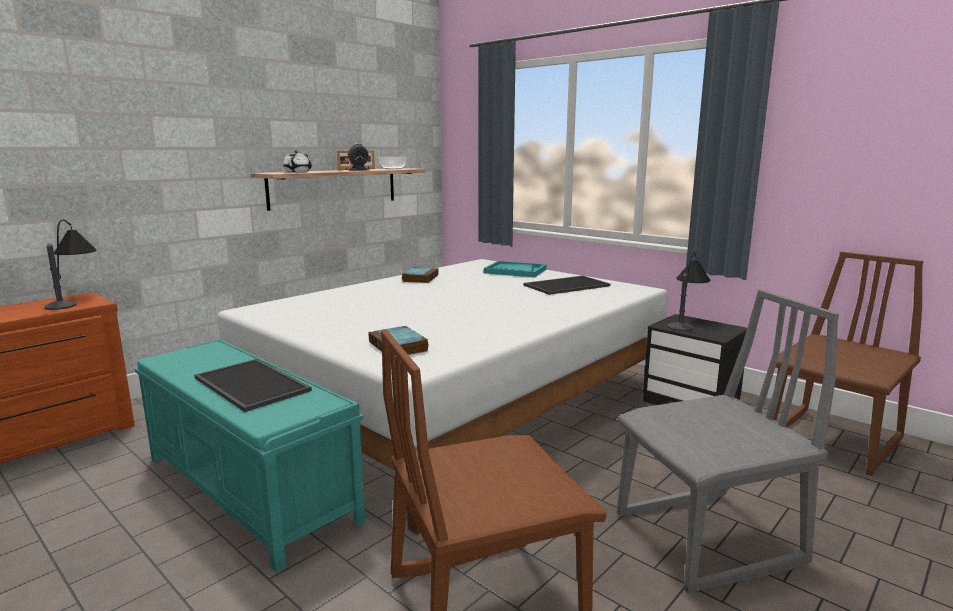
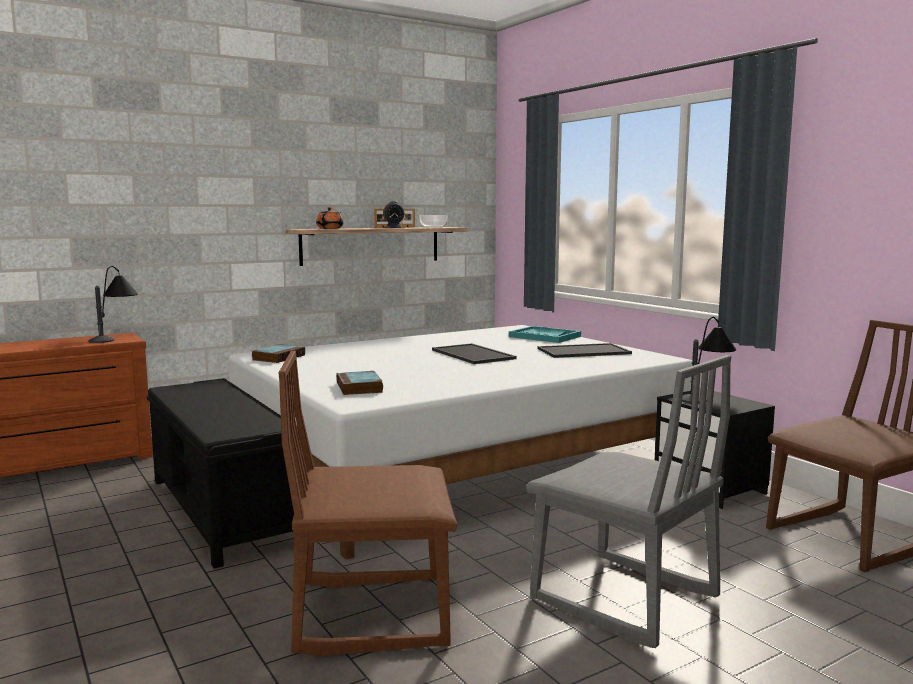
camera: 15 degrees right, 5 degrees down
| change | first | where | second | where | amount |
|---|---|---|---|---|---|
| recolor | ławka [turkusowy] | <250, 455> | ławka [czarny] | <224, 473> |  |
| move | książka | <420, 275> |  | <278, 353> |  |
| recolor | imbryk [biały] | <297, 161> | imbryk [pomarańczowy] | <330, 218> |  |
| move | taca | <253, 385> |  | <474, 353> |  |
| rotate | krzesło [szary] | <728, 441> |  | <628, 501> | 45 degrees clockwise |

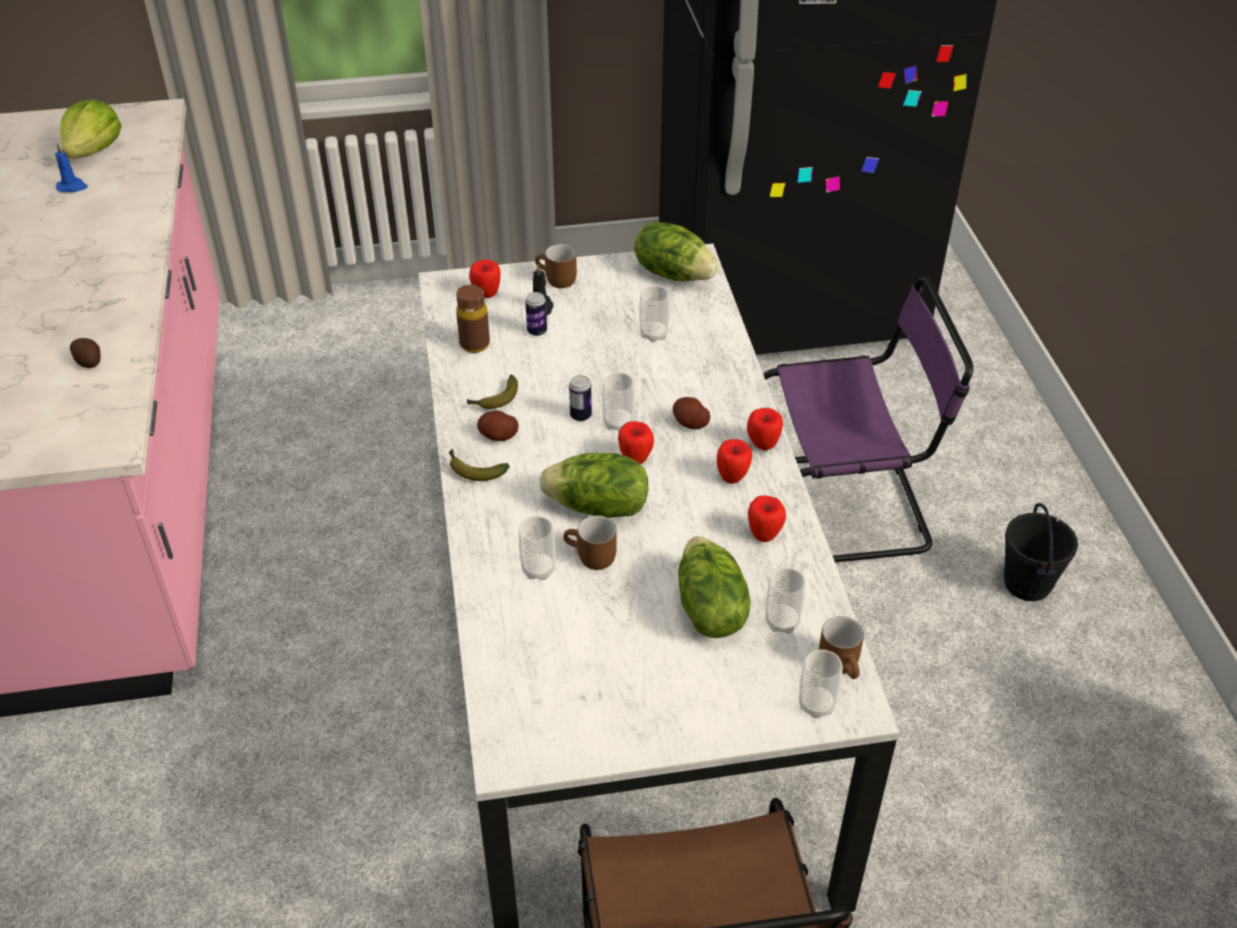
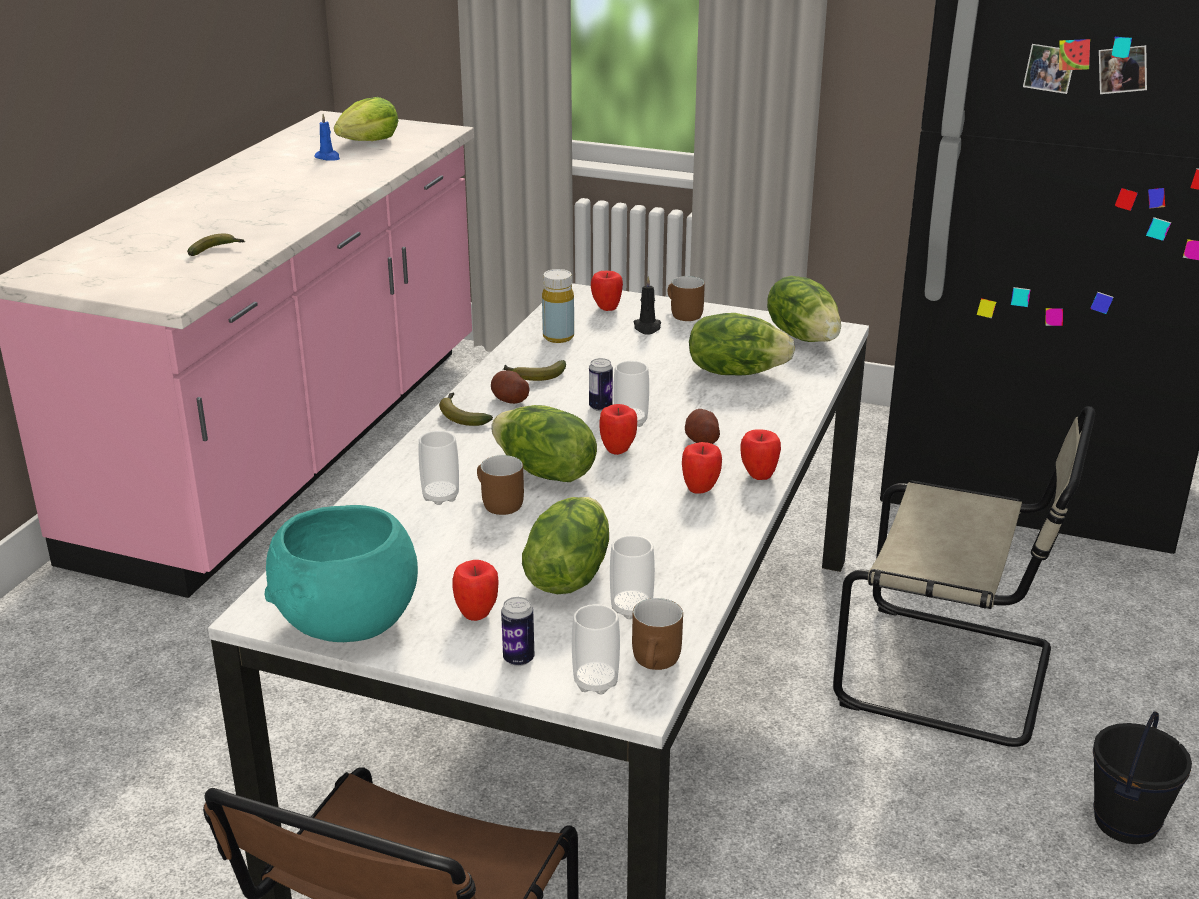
camera: 30 degrees right, 15 degrees down
| change | first | where | second | where | amount |
|---|---|---|---|---|---|
| replace | ziemniak | <85, 353> | banan | <216, 245> |  |
| insert |  |  | miska [turkusowy] | <341, 573> |  |
| move | jabłko | <767, 518> |  | <475, 590> |  |
| move | puszka | <536, 314> |  | <517, 631> |  |
| recolor | butelka [brązowy] | <473, 318> | butelka [żółty] | <558, 306> |  |
| replace | filiżanka | <654, 314> | sałata | <742, 344> |  |
| recolor | krzesło [fioletowy] | <868, 419> | krzesło [beżowy] | <964, 576> |  |

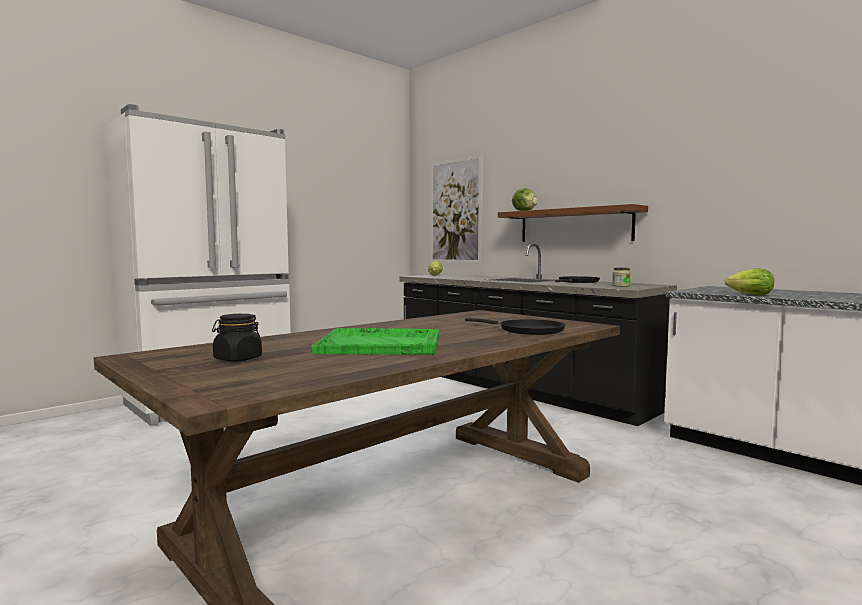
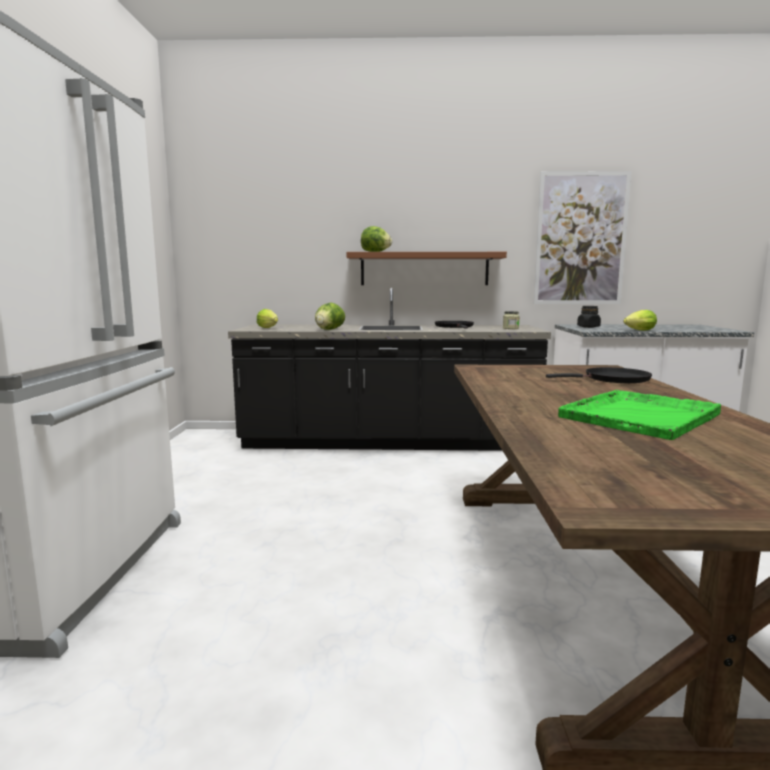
camera: 45 degrees left, 5 degrees up
| change | first | where | second | where | amount |
|---|---|---|---|---|---|
| insert |  |  | sałata | <330, 316> |  |
| move | obraz | <456, 209> |  | <582, 237> |  |
| move | słoik [czarny] | <237, 338> |  | <589, 317> |  |

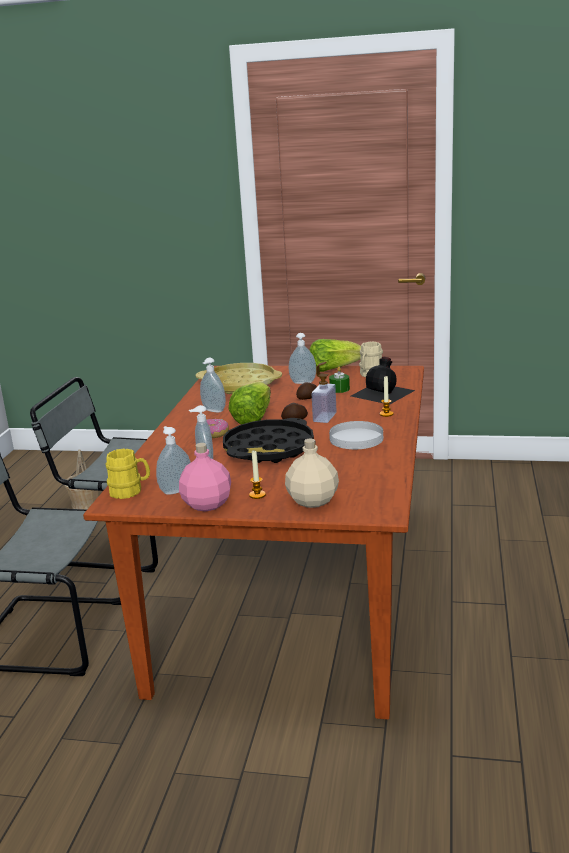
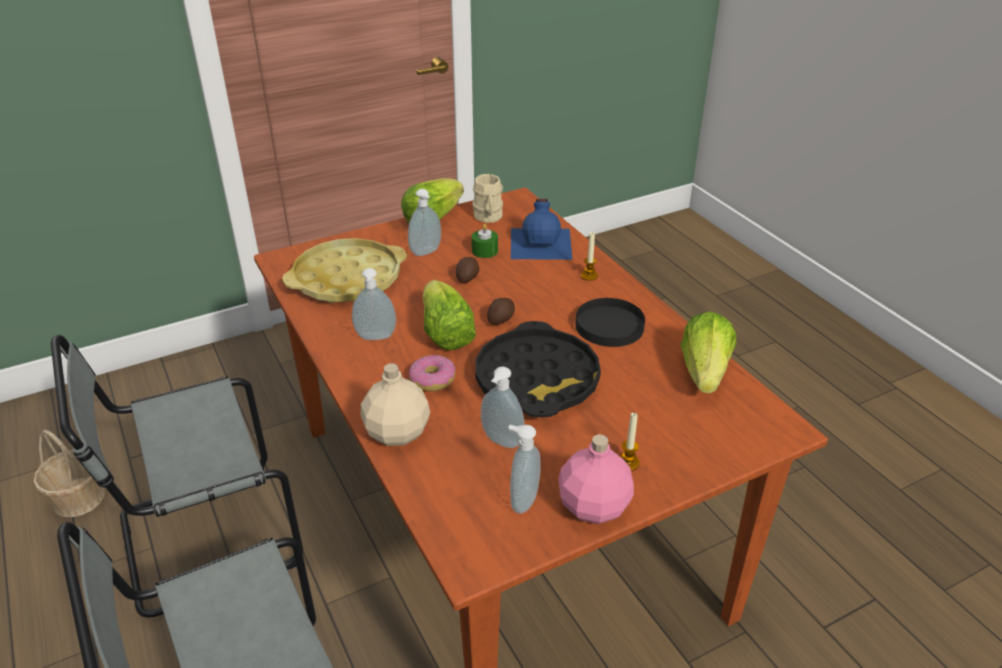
camera: 40 degrees left, 15 degrees up
| change | first | where | second | where | amount |
|---|---|---|---|---|---|
| move | butelka [beżowy] | <312, 473> |  | <395, 404> |  |
| recolor | butelka [czarny] | <383, 380> | butelka [niebieski] | <542, 229> |  |
| recolor | talerz [biały] | <356, 435> | talerz [czarny] | <610, 322> |  |
| insert |  |  | sałata | <708, 352> |  |
| delete | kubek [żółty] | <128, 473> |  |  |  |
| delete | dozownik mydła | <324, 392> |  |  |  |

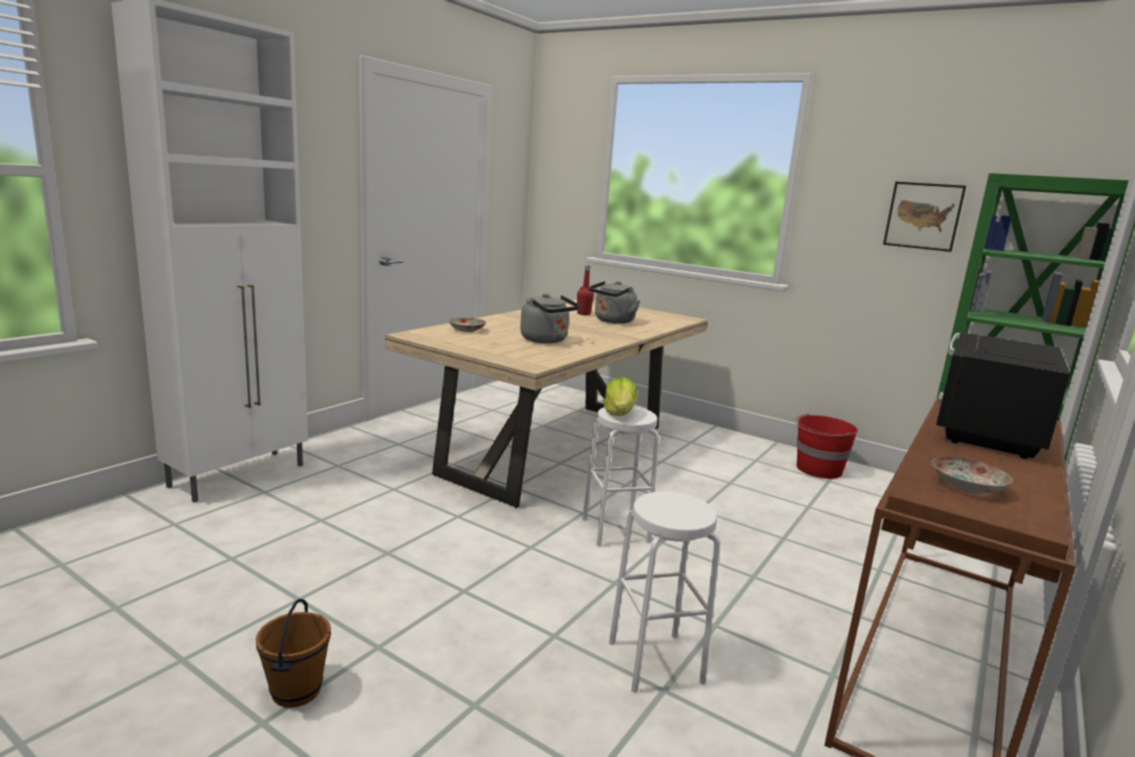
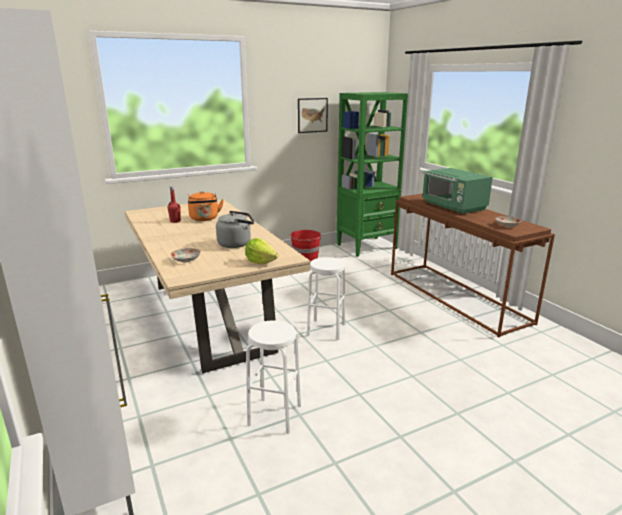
camera: 60 degrees left, 5 degrees up
| change | first | where | second | where | amount |
|---|---|---|---|---|---|
| recolor | czajnik [szary] | <614, 302> | czajnik [pomarańczowy] | <206, 206> |  |
| move | sałata | <620, 396> |  | <262, 251> |  |
| move | stołek [biały] | <664, 592> |  | <273, 377> |  |
| recolor | mikrofalówka [czarny] | <1003, 395> | mikrofalówka [zielony] | <457, 191> |  |
| delete | wiadro [brązowy] | <293, 653> |  |  |  |

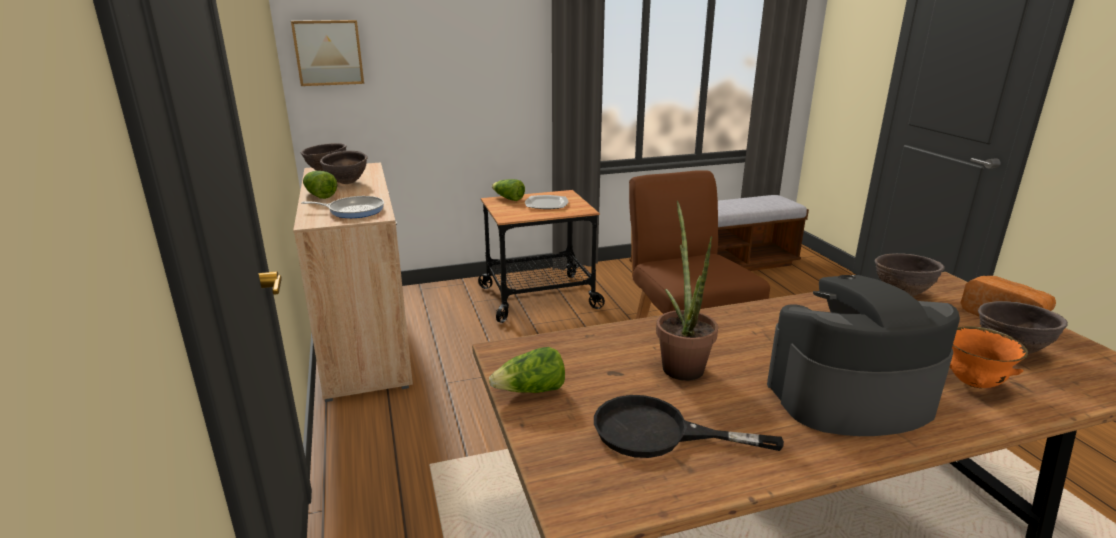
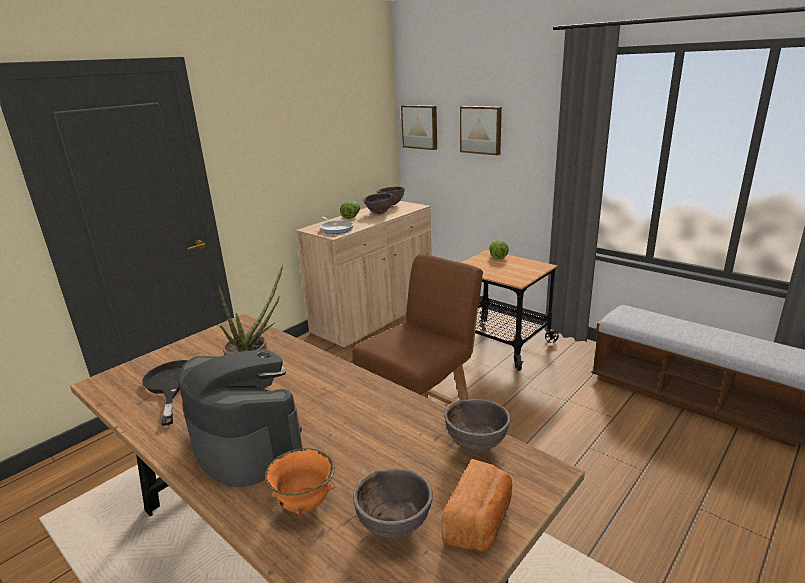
camera: 60 degrees right, 0 degrees up
| change | first | where | second | where | amount |
|---|---|---|---|---|---|
| insert |  |  | obraz | <481, 130> |  |
| delete | sałata | <527, 370> |  |  |  |
| delete | talerz | <546, 202> |  |  |  |

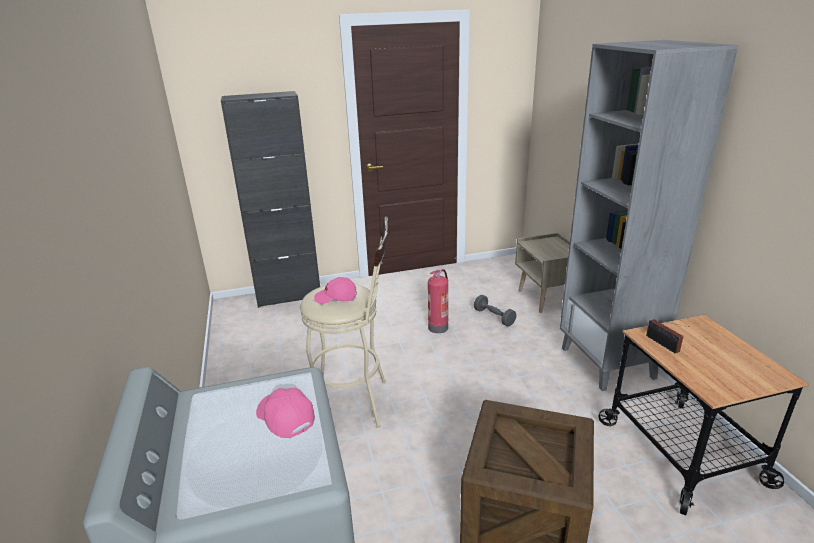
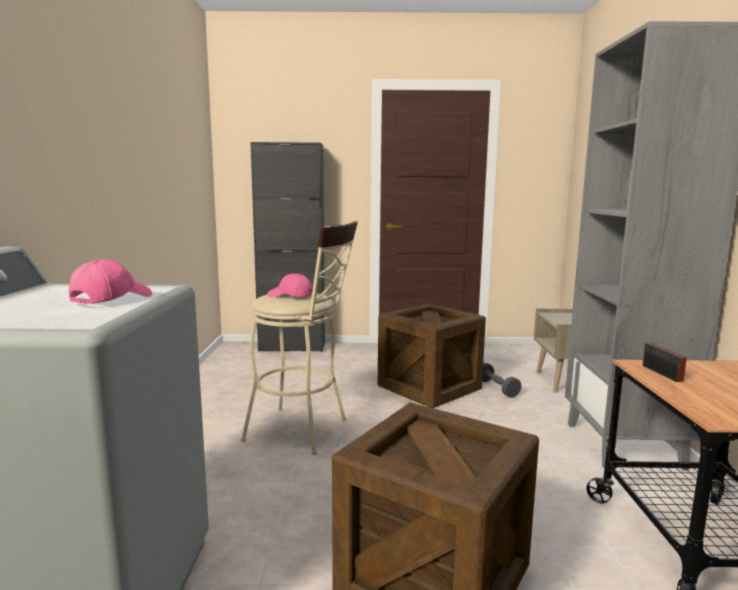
camera: 15 degrees right, 15 degrees down
| change | first | where | second | where | amount |
|---|---|---|---|---|---|
| rotate | czapka z daszkiem [różowy] | <285, 413> |  | <110, 281> | 45 degrees clockwise |
| replace | gaśnica | <438, 301> | skrzynka | <432, 356> |  |

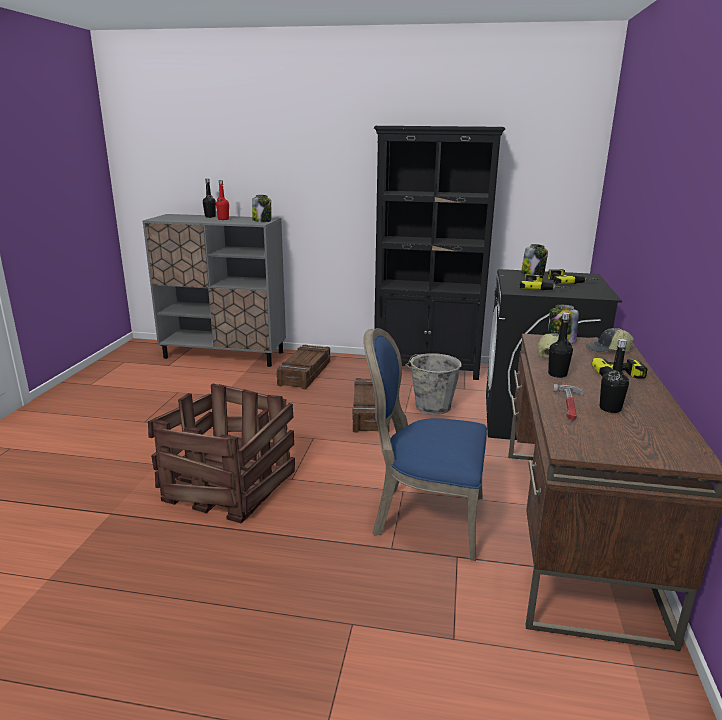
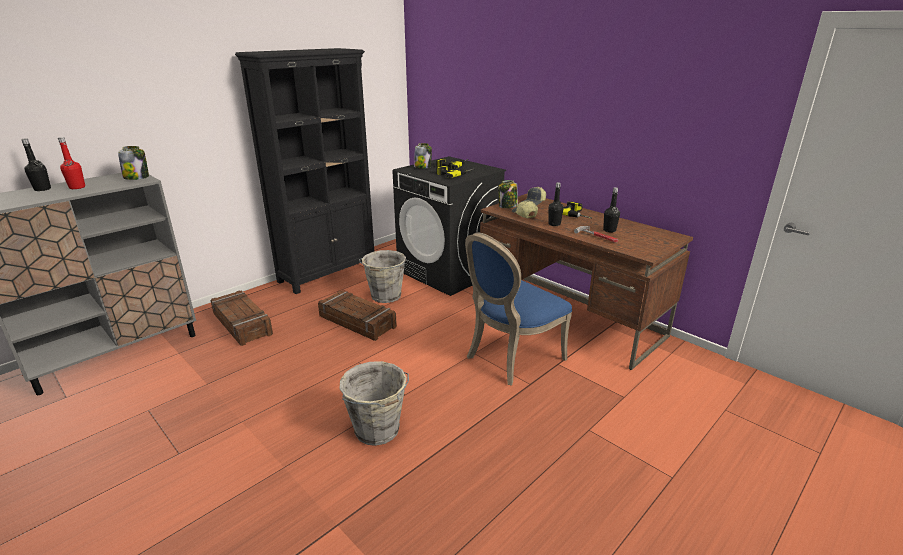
camera: 55 degrees left, 5 degrees up
| change | first | where | second | where | amount |
|---|---|---|---|---|---|
| replace | skrzynka | <221, 454> | wiadro [szary] | <374, 403> |  |

